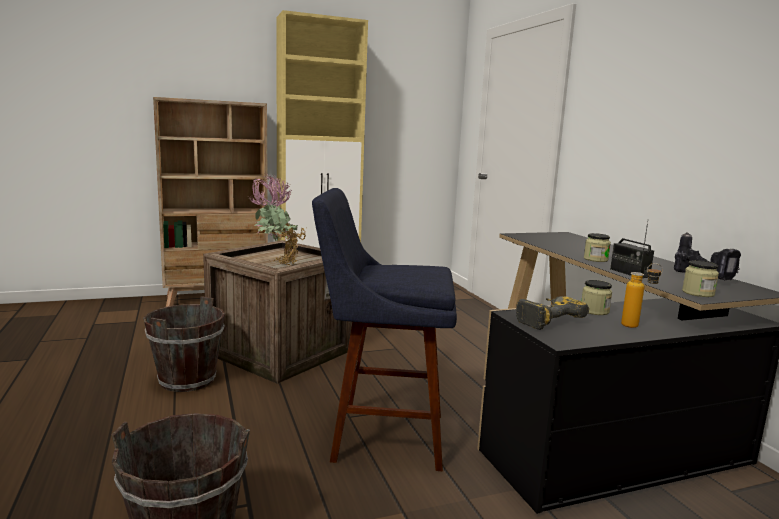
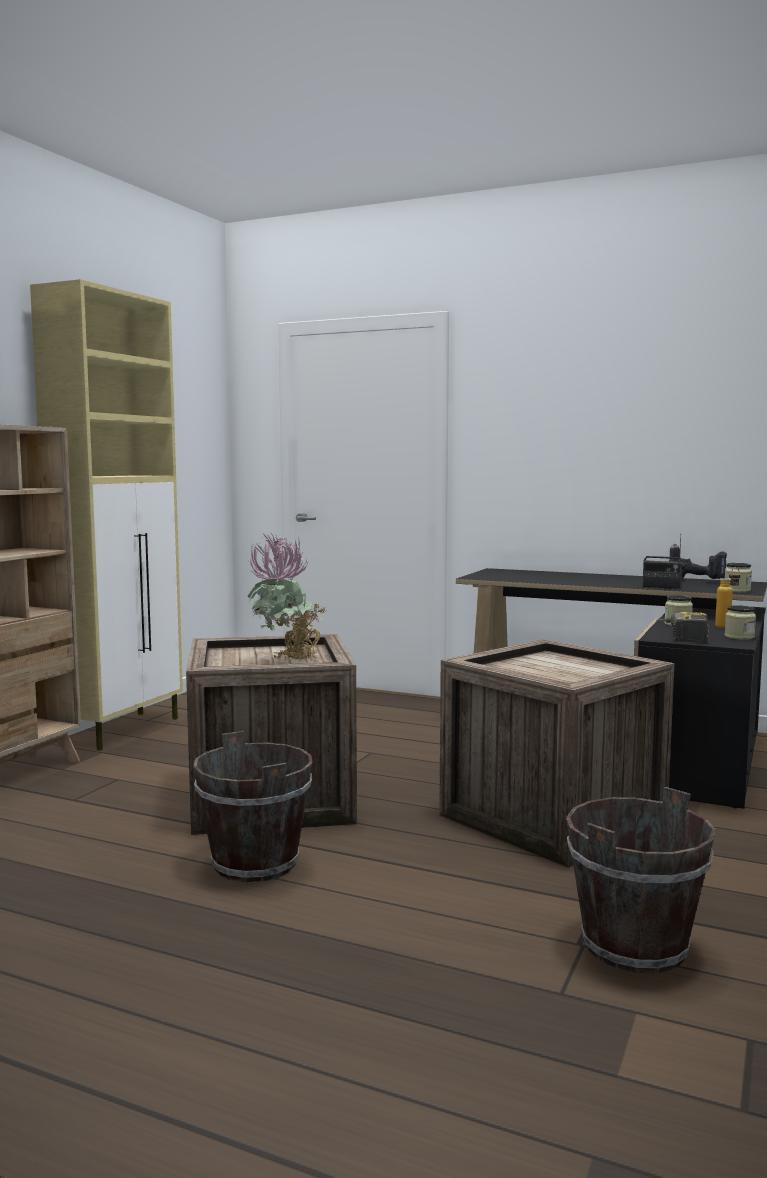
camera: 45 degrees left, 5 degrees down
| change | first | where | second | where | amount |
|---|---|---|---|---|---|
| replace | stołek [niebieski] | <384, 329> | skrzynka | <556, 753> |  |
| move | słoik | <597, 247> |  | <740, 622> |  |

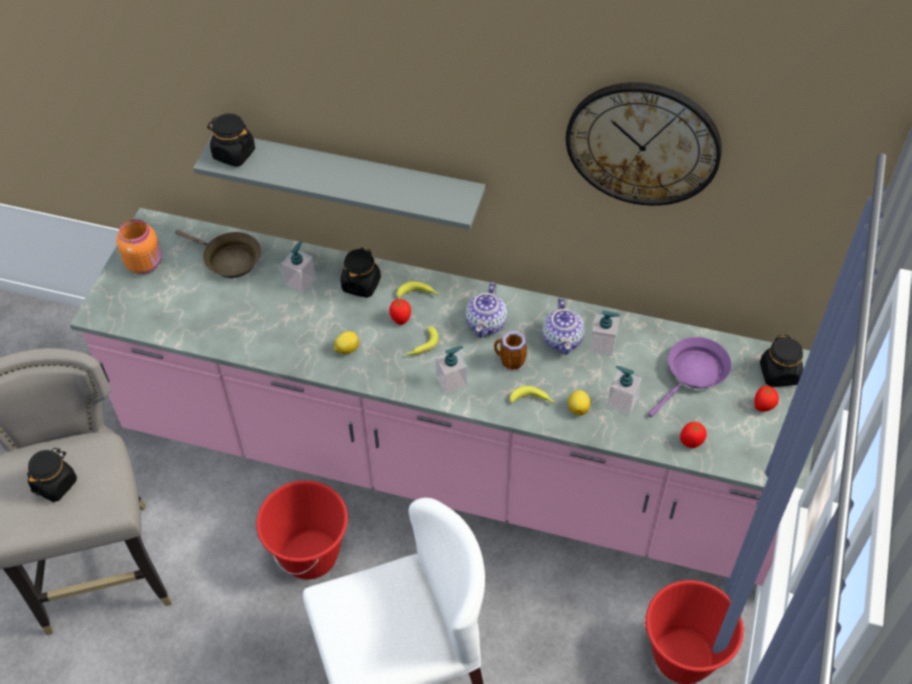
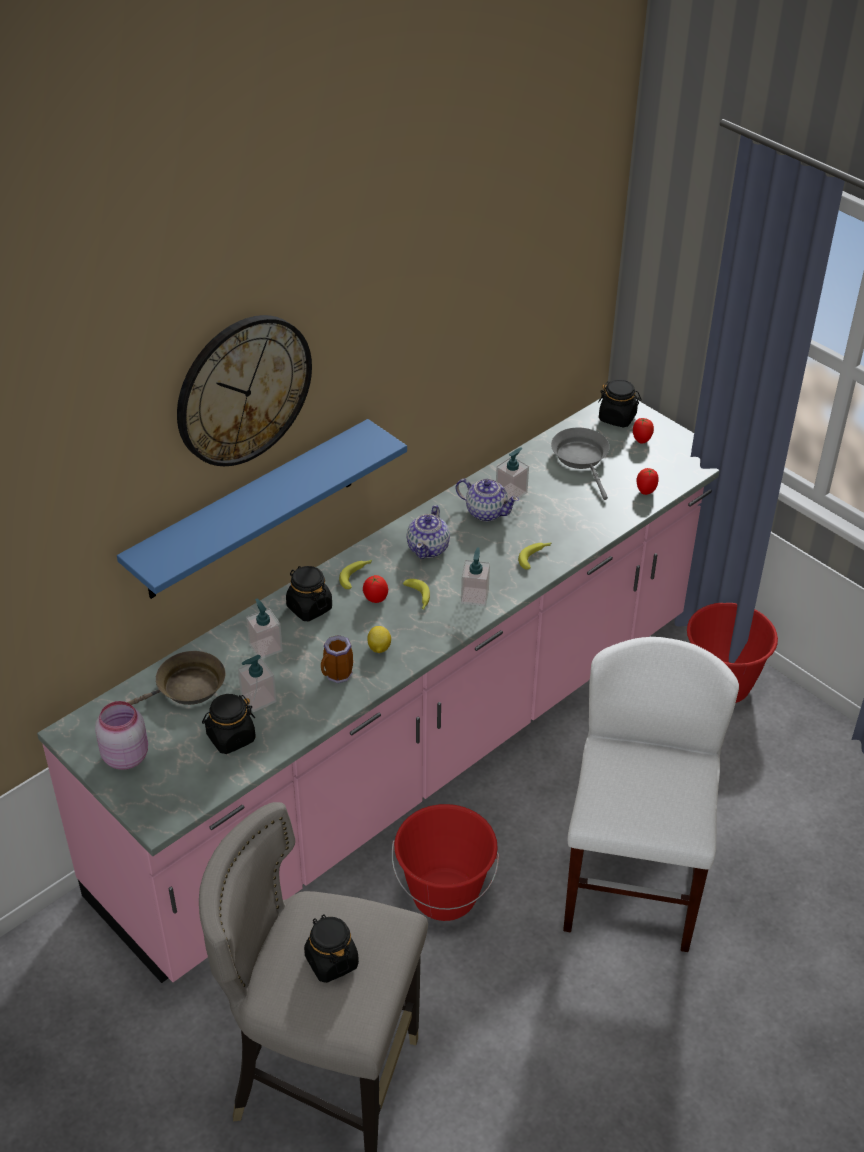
camera: 60 degrees left, 10 degrees down
| change | first | where | second | where | amount |
|---|---|---|---|---|---|
| recolor | słoik [pomarańczowy] | <139, 246> | słoik [różowy] | <121, 735> |  |
| recolor | półka [szary] | <339, 182> | półka [niebieski] | <262, 509> |  |
| move | zegar ścienny | <644, 144> |  | <244, 390> |  |
| move | słoik [czarny] | <231, 140> |  | <229, 724> |  |
| move | dozownik mydła | <624, 390> |  | <257, 683> |  |
| move | kubek | <510, 351> |  | <337, 659> |  |
| rotate | imbryk | <486, 310> |  | <428, 532> | 60 degrees clockwise |
| recolor | patelnia [fioletowy] | <689, 377> | patelnia [szary] | <580, 464> |  |
| delete | cytryna | <579, 403> |  |  |  |

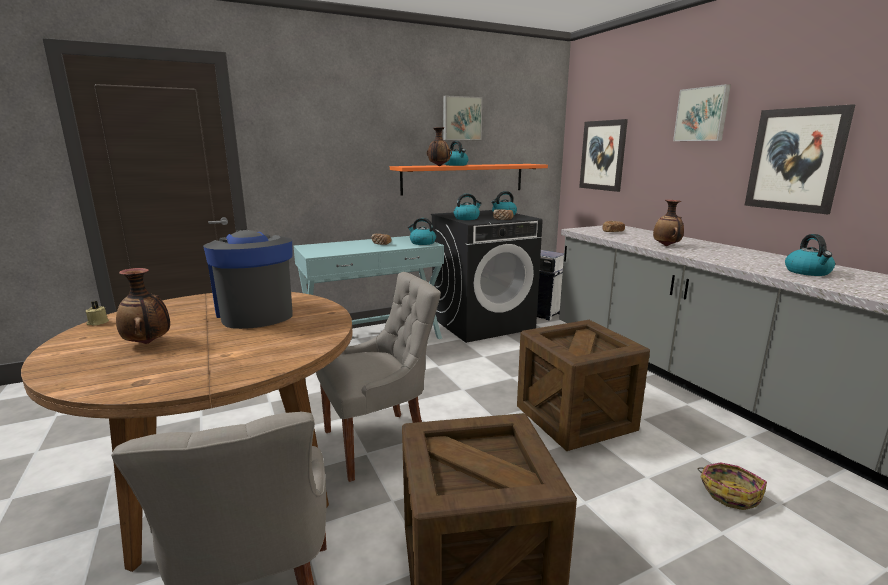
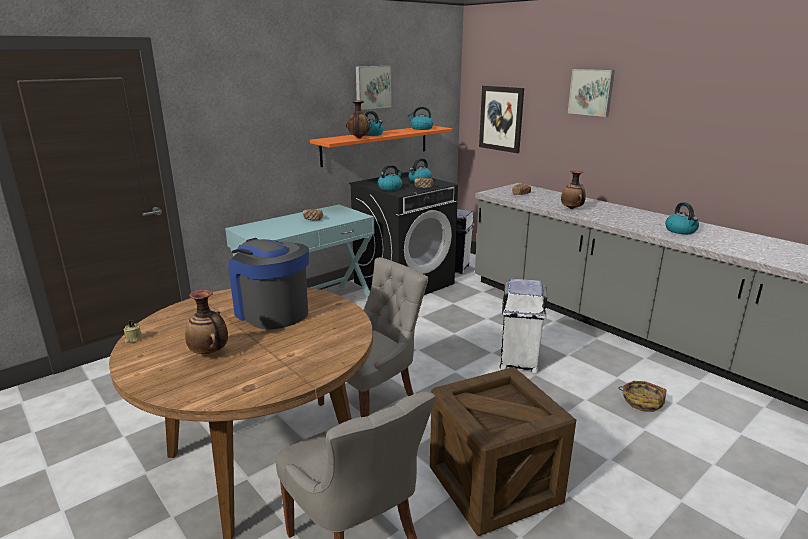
camera: 15 degrees left, 5 degrees up
| change | first | where | second | where | amount |
|---|---|---|---|---|---|
| move | czajnik | <422, 231> |  | <420, 118> |  |
| replace | skrzynka | <583, 385> | kosz na śmieci [biały] | <523, 325> |  |
| delete | obraz | <799, 159> |  |  |  |

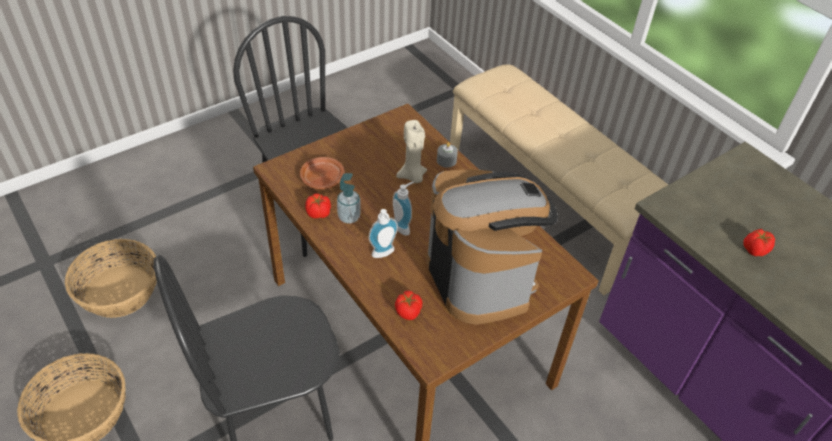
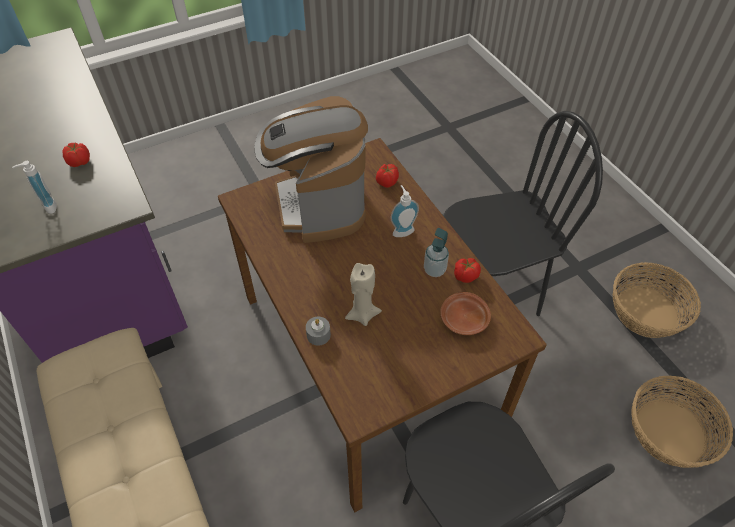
camera: 170 degrees left, 5 degrees up
| change | first | where | second | where | amount |
|---|---|---|---|---|---|
| move | dozownik mydła | <403, 209> |  | <34, 187> |  |

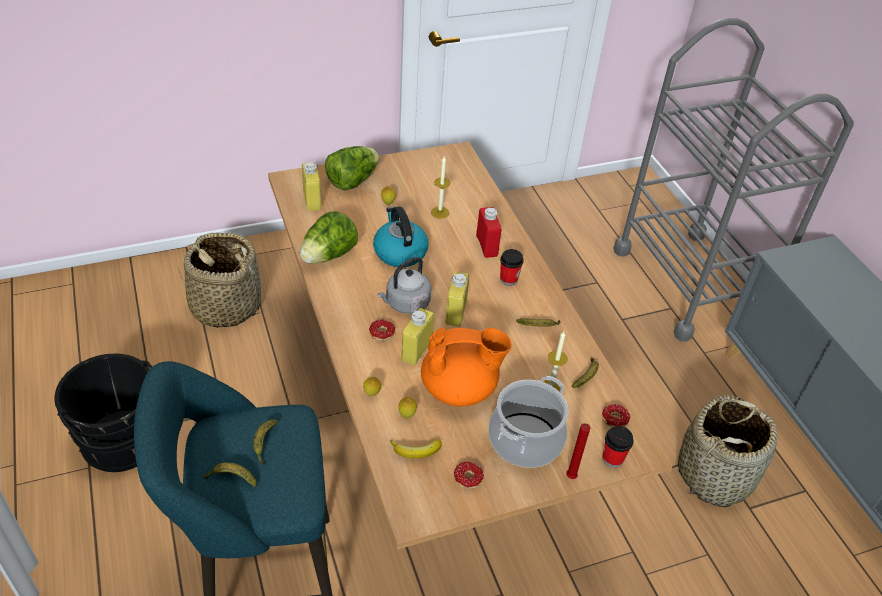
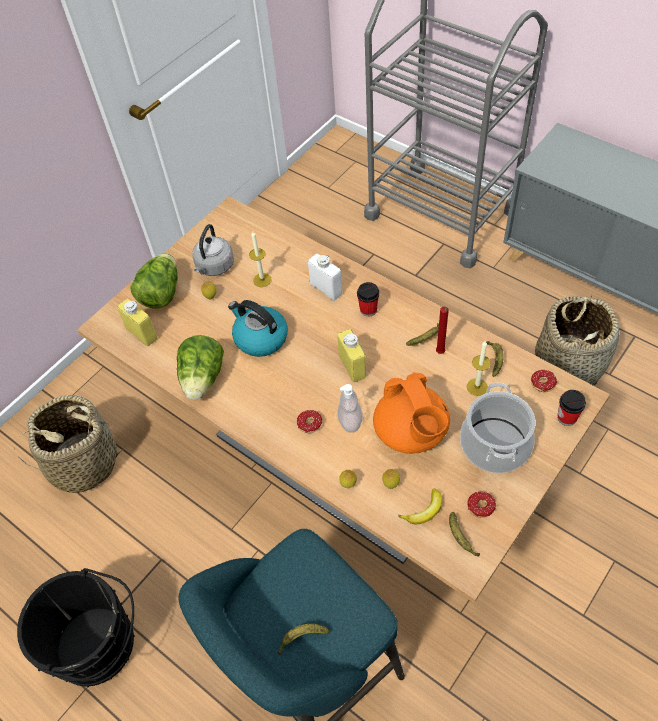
camera: 25 degrees left, 10 degrees up
| change | first | where | second | where | amount |
|---|---|---|---|---|---|
| move | czajnik [szary] | <404, 285> |  | <213, 250> |  |
| recolor | butelka [czerwony] | <489, 232> | butelka [biały] | <325, 277> |  |
| replace | butelka [żółty] | <417, 337> | dozownik mydła | <350, 408> |  |
| rotate | imbryk [pomarańczowy] | <466, 366> |  | <411, 413> | 105 degrees clockwise |
| move | świeca [czerwony] | <578, 451> |  | <442, 330> |  |
| move | banan | <265, 442> |  | <464, 534> |  |

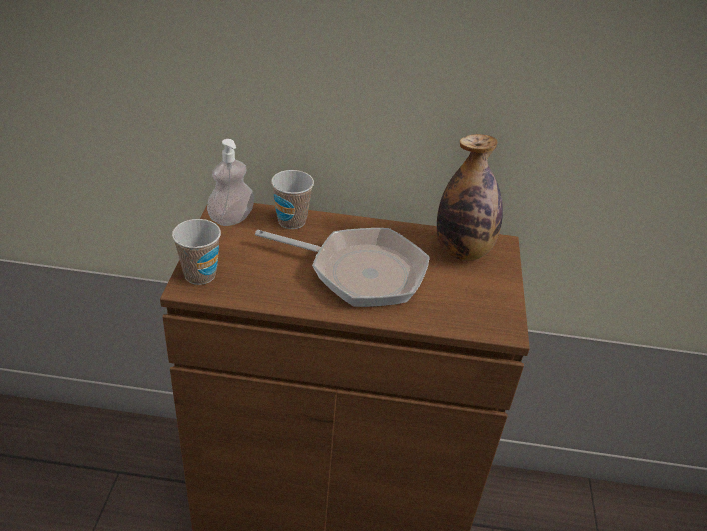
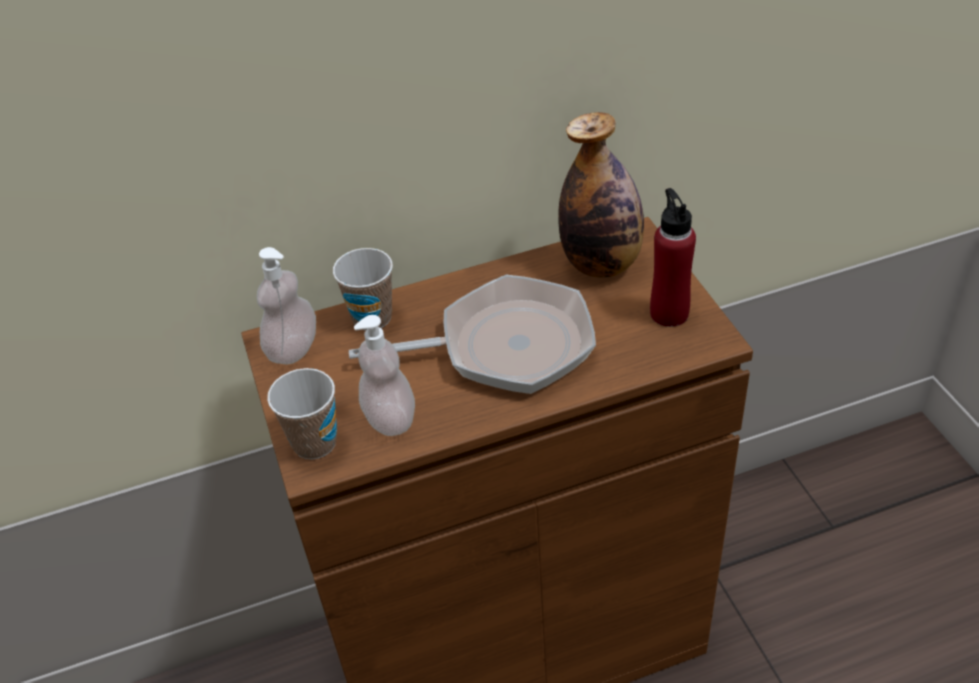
camera: 20 degrees left, 5 degrees up
| change | first | where | second | where | amount |
|---|---|---|---|---|---|
| insert |  |  | dozownik mydła | <384, 375> |  |
| insert |  |  | butelka [czerwony] | <673, 257> |  |

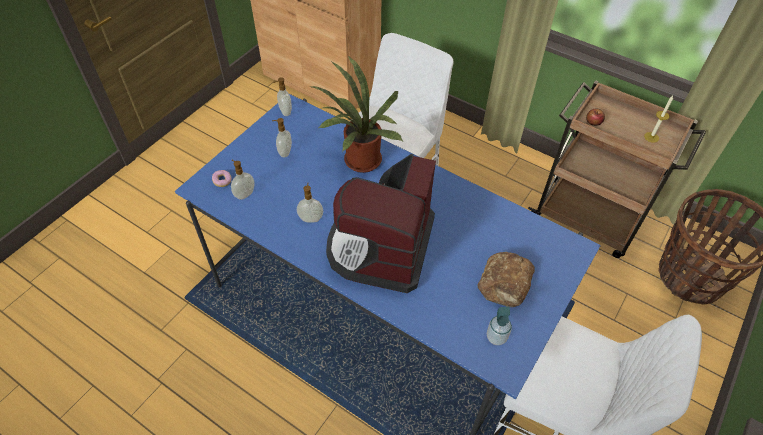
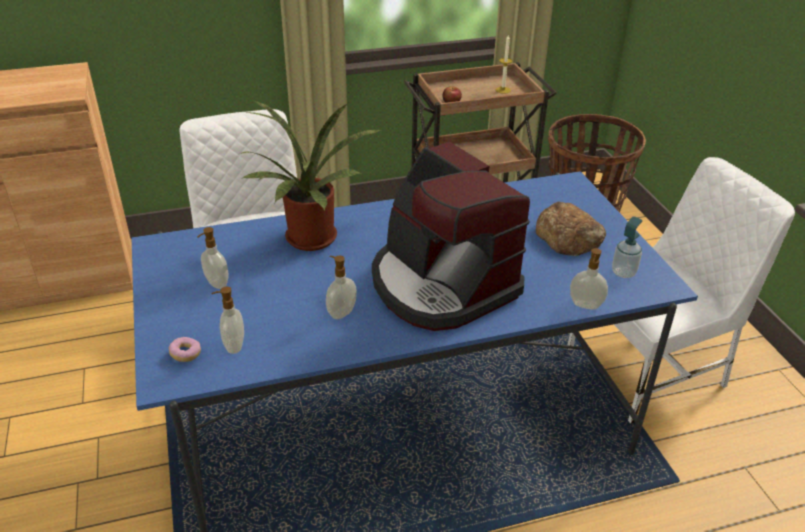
camera: 50 degrees left, 15 degrees down
| change | first | where | second | where | amount |
|---|---|---|---|---|---|
| move | dozownik mydła | <282, 96> |  | <589, 279> |  |

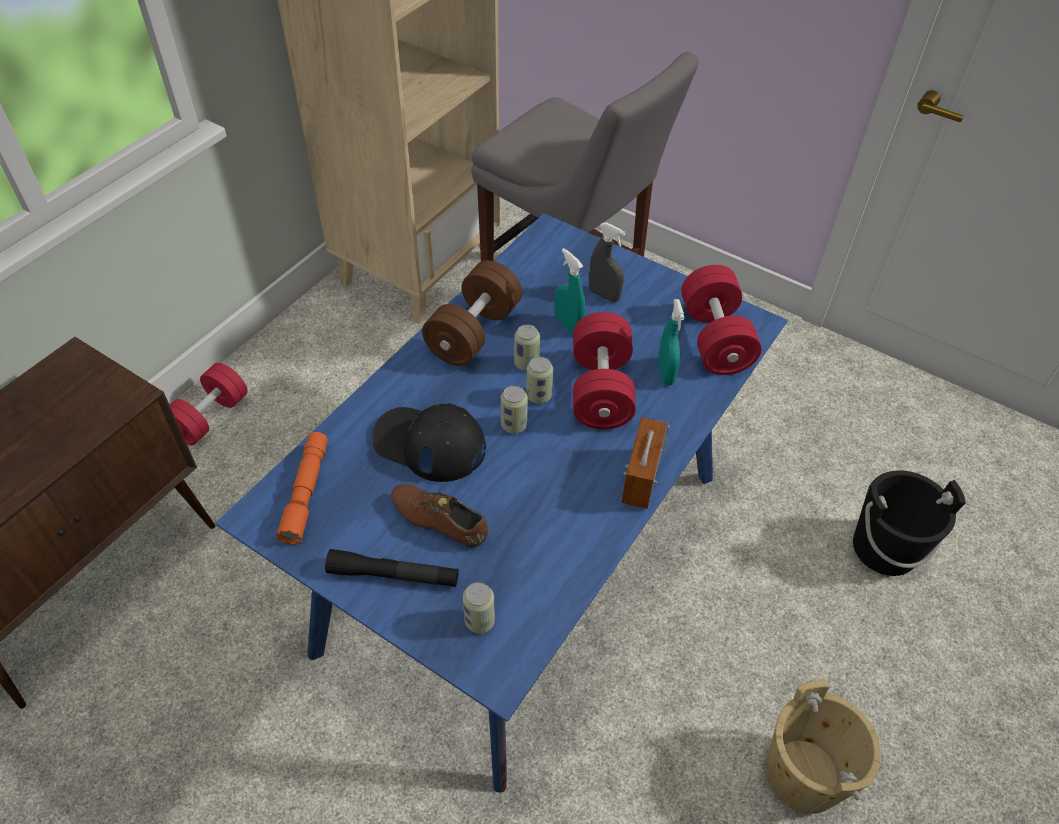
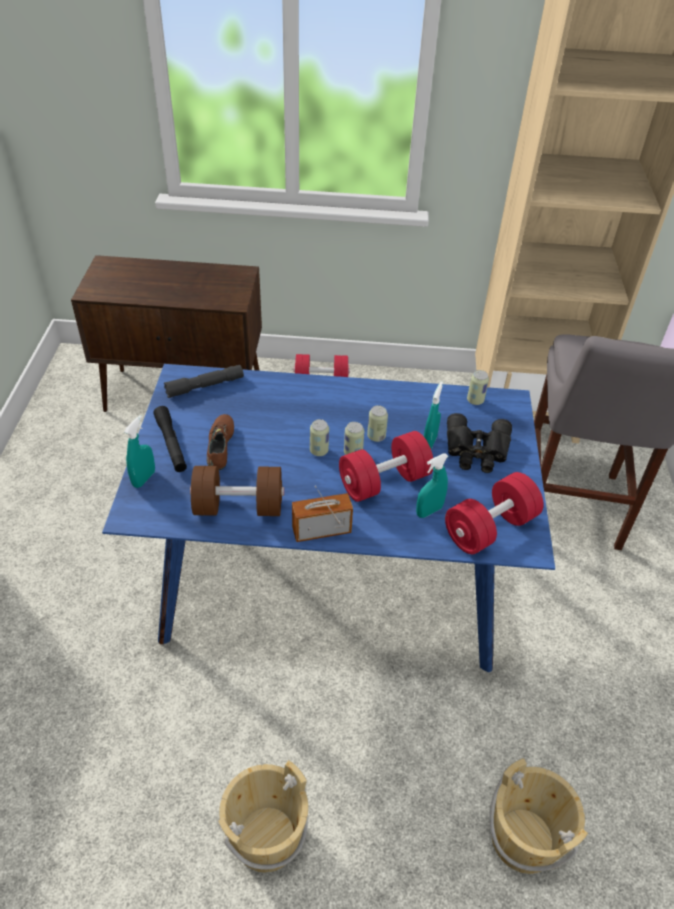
camera: 60 degrees right, 5 degrees down
| change | first | where | second | where | amount |
|---|---|---|---|---|---|
| insert |  |  | spryskiwacz [turkusowy] | <139, 451> |  |
| recolor | latarka [pomarańczowy] | <302, 488> | latarka [szary] | <204, 381> |  |
| move | hantel [brązowy] | <472, 313> |  | <237, 491> |  |
| replace | spryskiwacz [szary] | <607, 262> | lornetka [czarny] | <479, 443> |  |
| move | puszka | <479, 607> |  | <478, 387> |  |
| recolor | wiadro [czarny] | <909, 523> | wiadro [beżowy] | <538, 816> |  |
| delete | czapka z daszkiem [czarny] | <429, 443> |  |  |  |

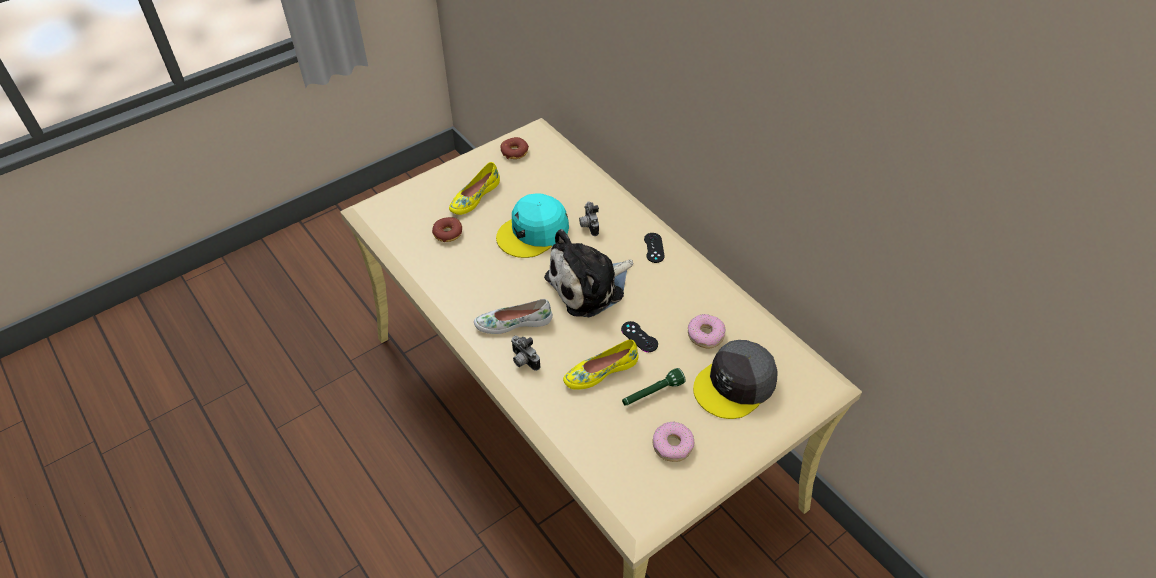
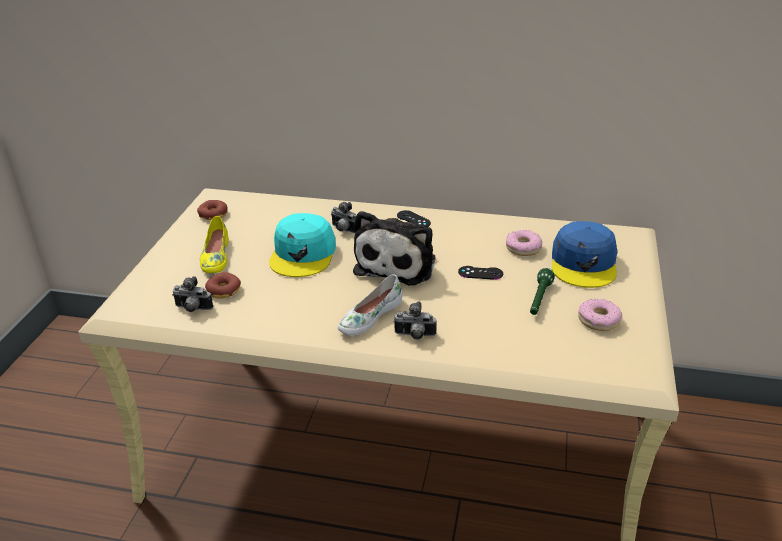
camera: 40 degrees left, 15 degrees down
| change | first | where | second | where | amount |
|---|---|---|---|---|---|
| insert |  |  | aparat fotograficzny | <192, 294> |  |
| recolor | czapka z daszkiem [szary] | <735, 379> | czapka z daszkiem [niebieski] | <584, 254> |  |
| delete | but [żółty] | <601, 364> |  |  |  |

